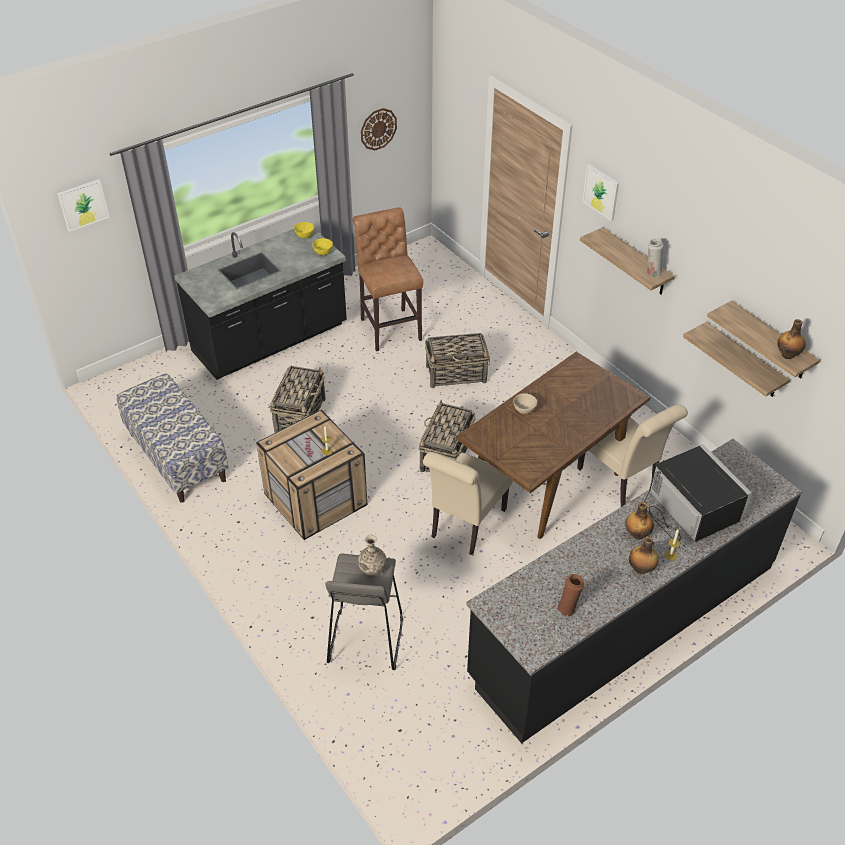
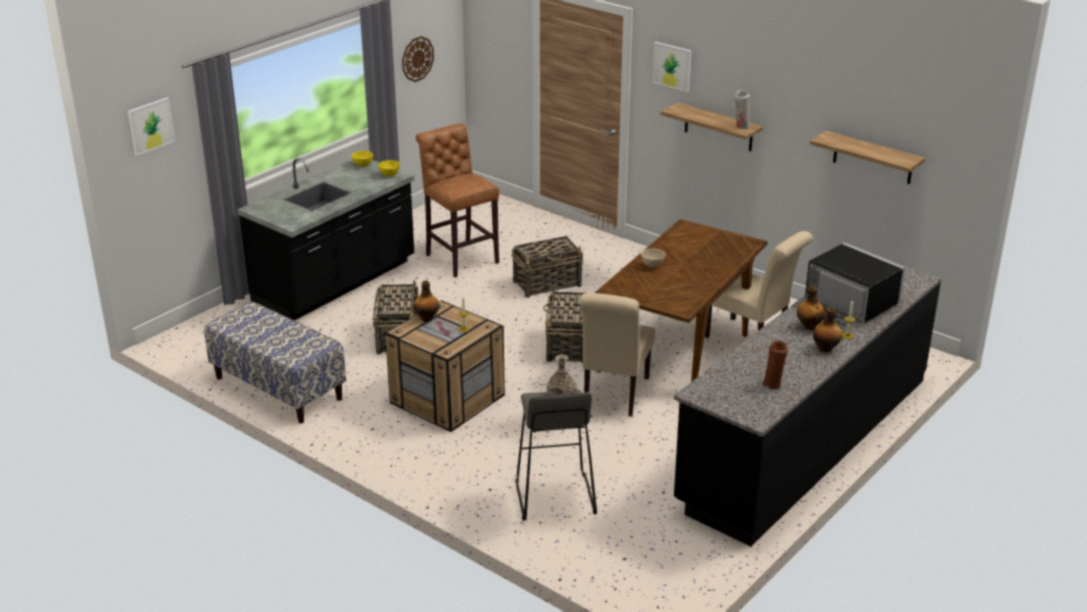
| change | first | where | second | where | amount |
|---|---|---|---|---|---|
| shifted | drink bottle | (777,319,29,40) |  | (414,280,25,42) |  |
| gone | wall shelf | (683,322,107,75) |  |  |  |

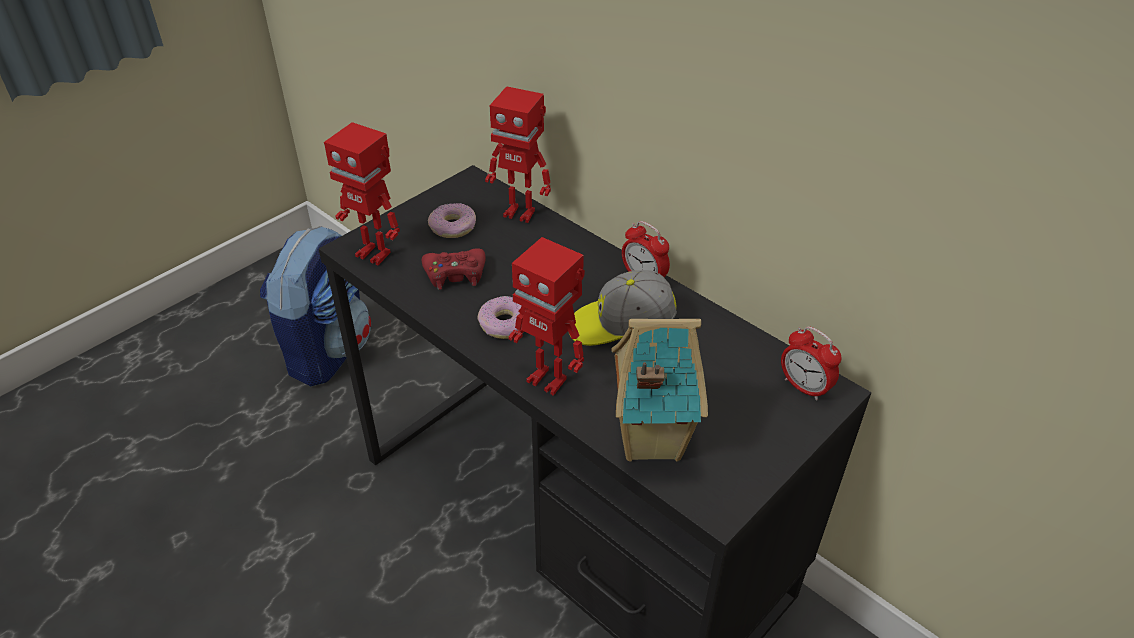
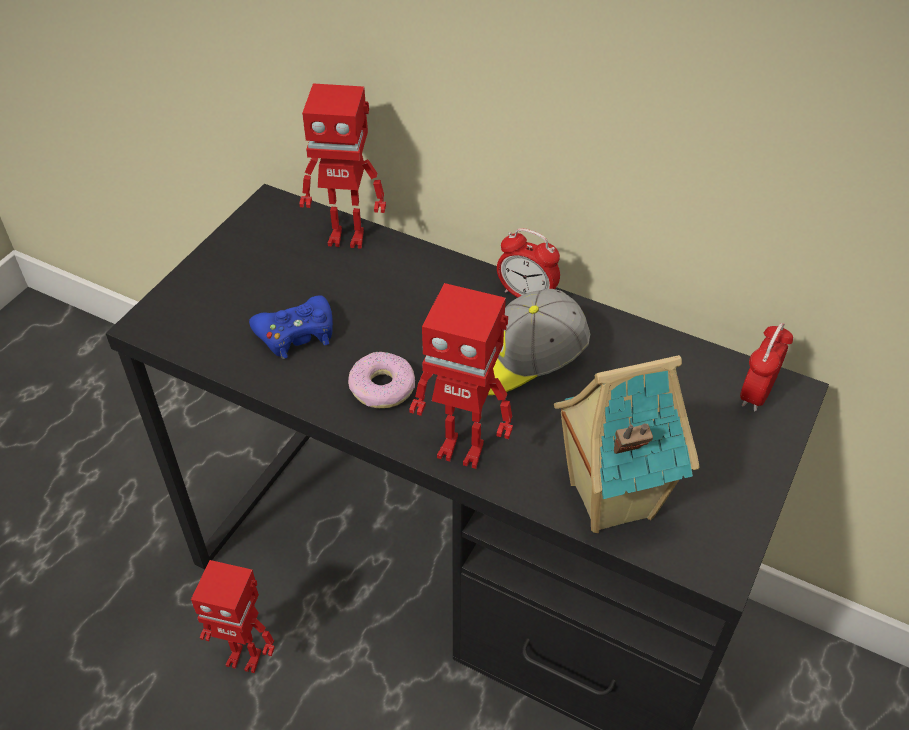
| change | first | where | second | where | amount |
|---|---|---|---|---|---|
| shifted | model robot | (324,122,76,143) |  | (191,560,84,113) |  |
| repainted | red-coloured game controller | (422,248,64,42) | blue game controller | (249,296,84,63) |  |
| rotated | table clock | (781,326,61,75) |  | (740,323,53,89) | 90 degrees clockwise |
| gone | rucksack | (260,226,111,160) |  |  |  |
| gone | ring doughnut | (428,203,48,35) |  |  |  |

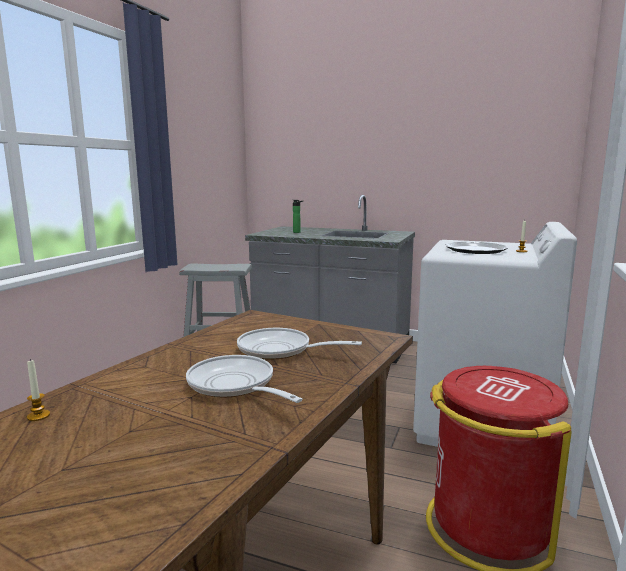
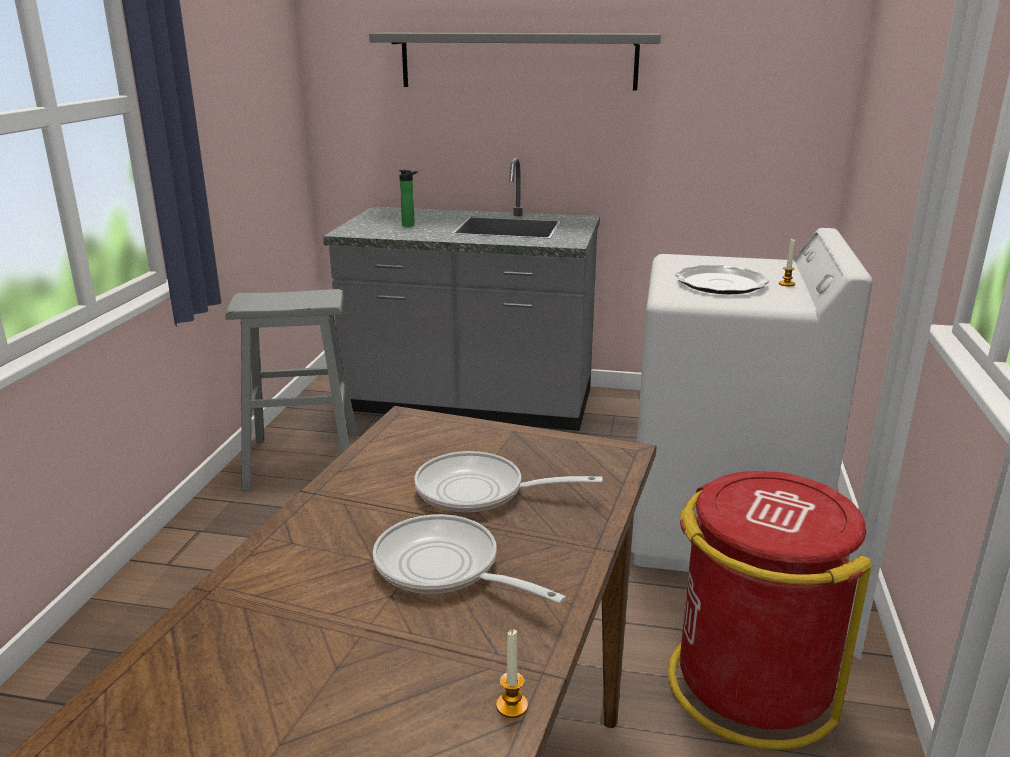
| change | first | where | second | where | amount |
|---|---|---|---|---|---|
| new |  |  | greyish wall shelf | (369,33,292,58) |  |
| shifted | wax light | (27,359,23,62) |  | (496,629,32,89) |  |

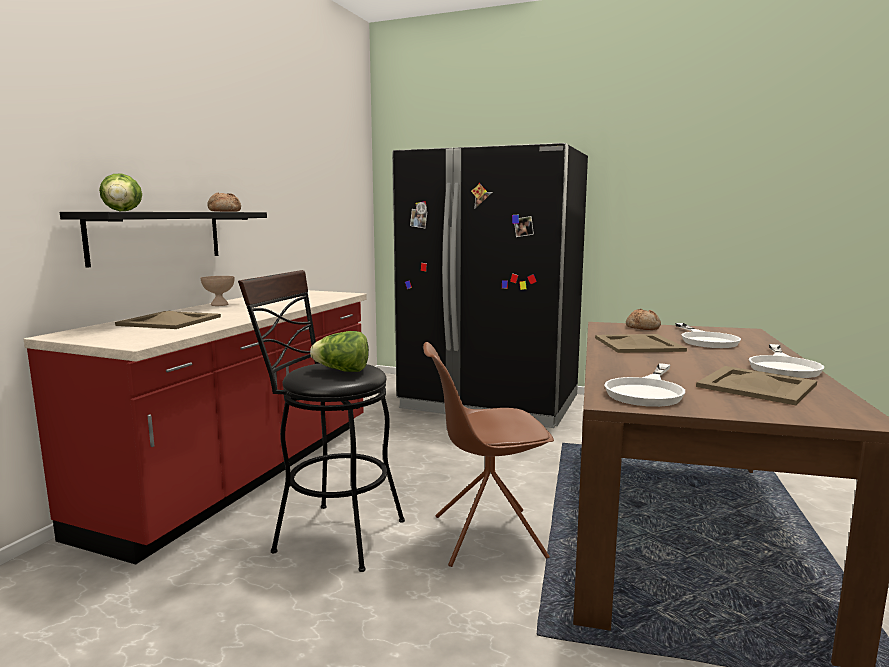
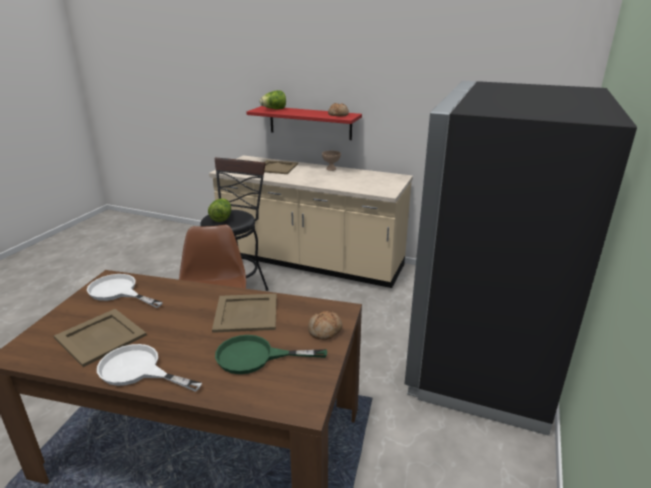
| change | first | where | second | where | amount |
|---|---|---|---|---|---|
| repainted | red-coloured kitchen base unit | (24,290,343,274) | beige kitchen base unit | (209,155,204,133) |  |
| repainted | white pan | (675,323,66,25) | greenish pan | (215,335,112,39) |  |
| repainted | blackish wall shelf | (60,212,207,56) | red-coloured wall shelf | (246,106,116,34) |  |

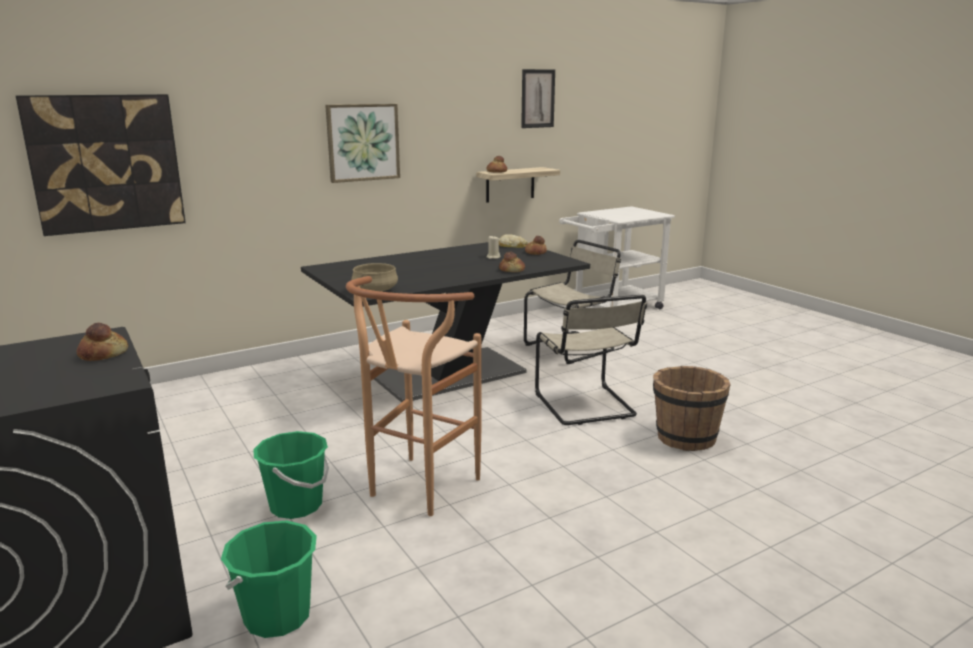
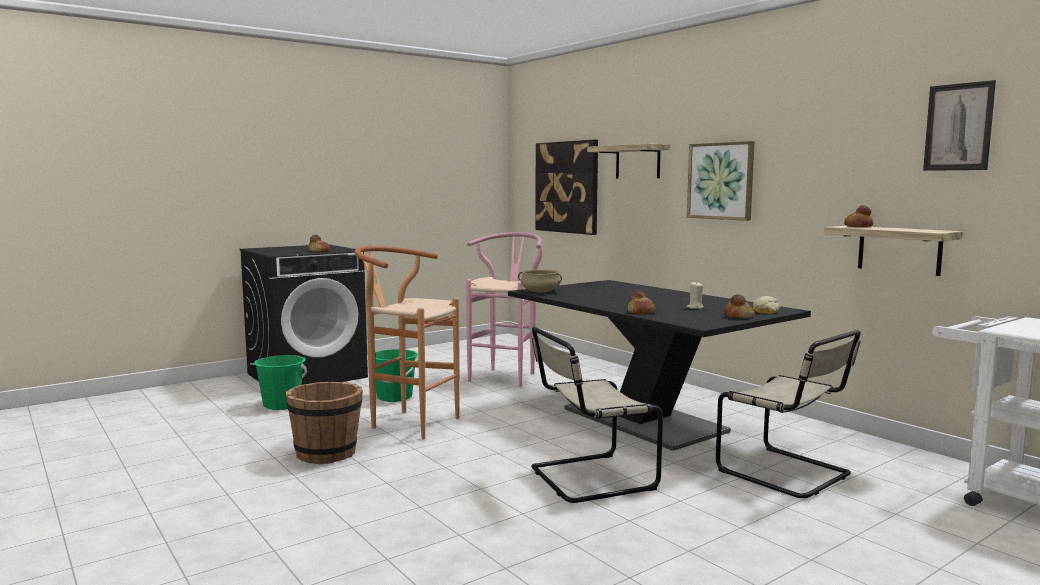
| change | first | where | second | where | amount |
|---|---|---|---|---|---|
| shifted | brownish bucket | (653,366,78,85) |  | (286,382,77,82) |  |
| new |  |  | pink-coloured stool | (466,232,76,155) |  |
| new |  |  | wall shelf | (587,143,83,35) |  |

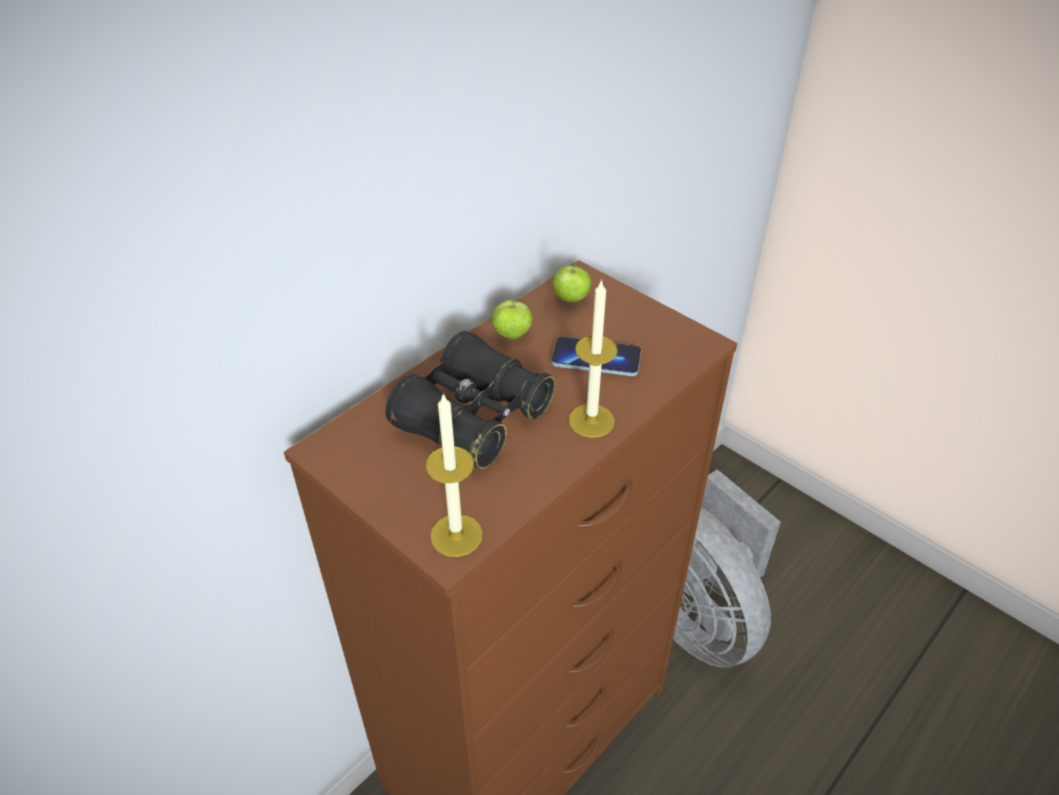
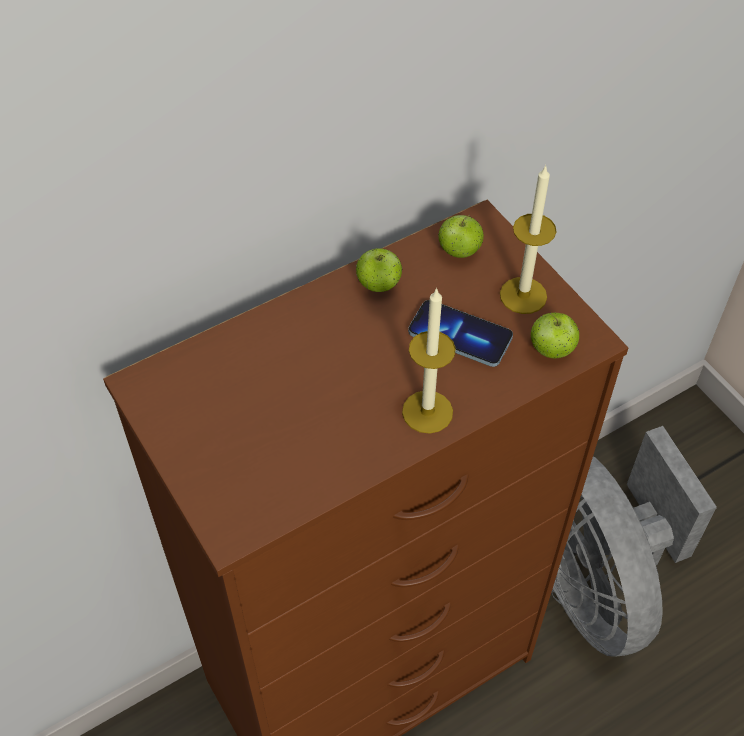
| change | first | where | second | where | amount |
|---|---|---|---|---|---|
| shifted | wax light | (425,393,58,164) |  | (500,165,57,149) |  |
| new |  |  | apple fruit | (531,312,48,46) |  |
| gone | blackish binoculars | (385,331,171,138) |  |  |  |

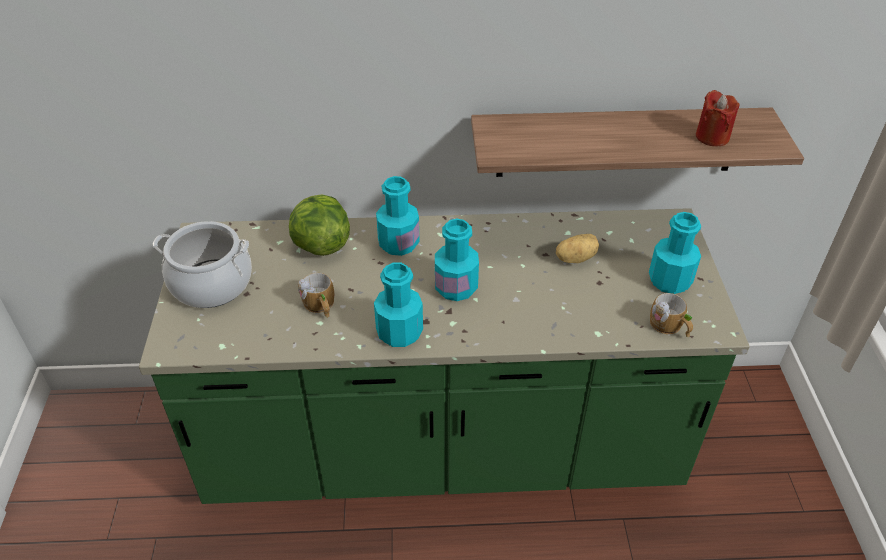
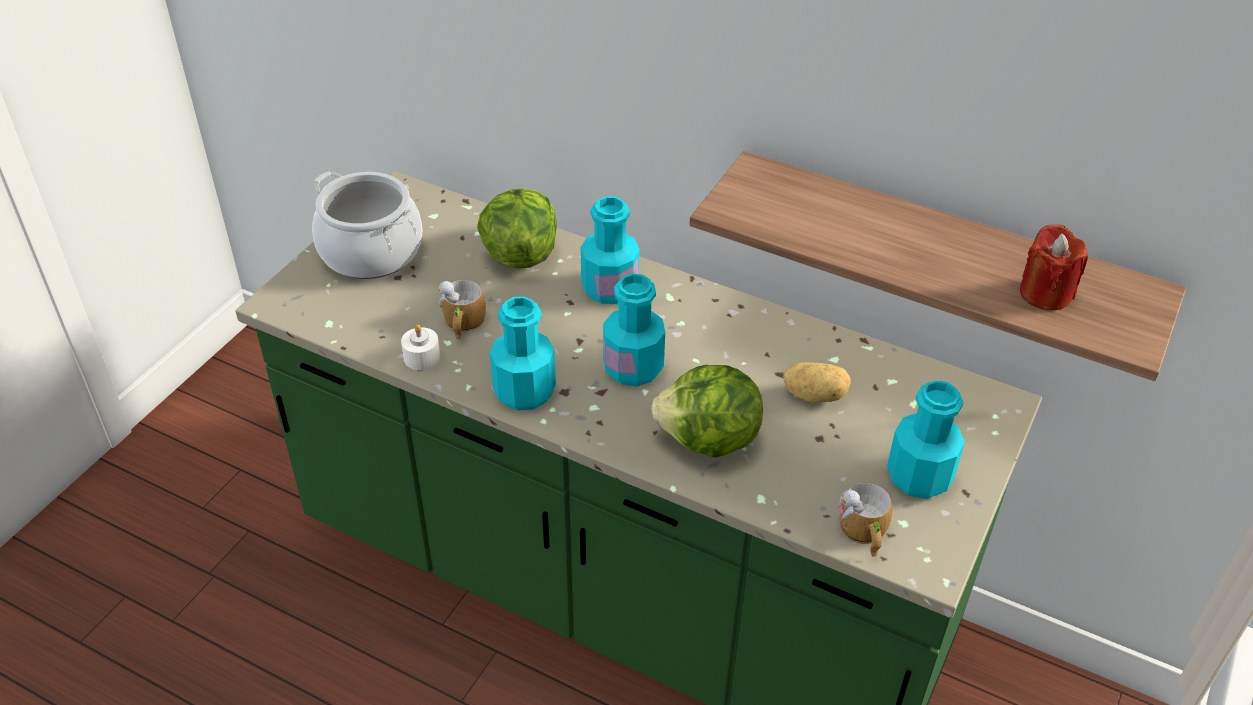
| change | first | where | second | where | amount |
|---|---|---|---|---|---|
| new |  |  | white wax light | (401,325,39,45) |  |
| new |  |  | lettuce head | (651,365,112,93) |  |

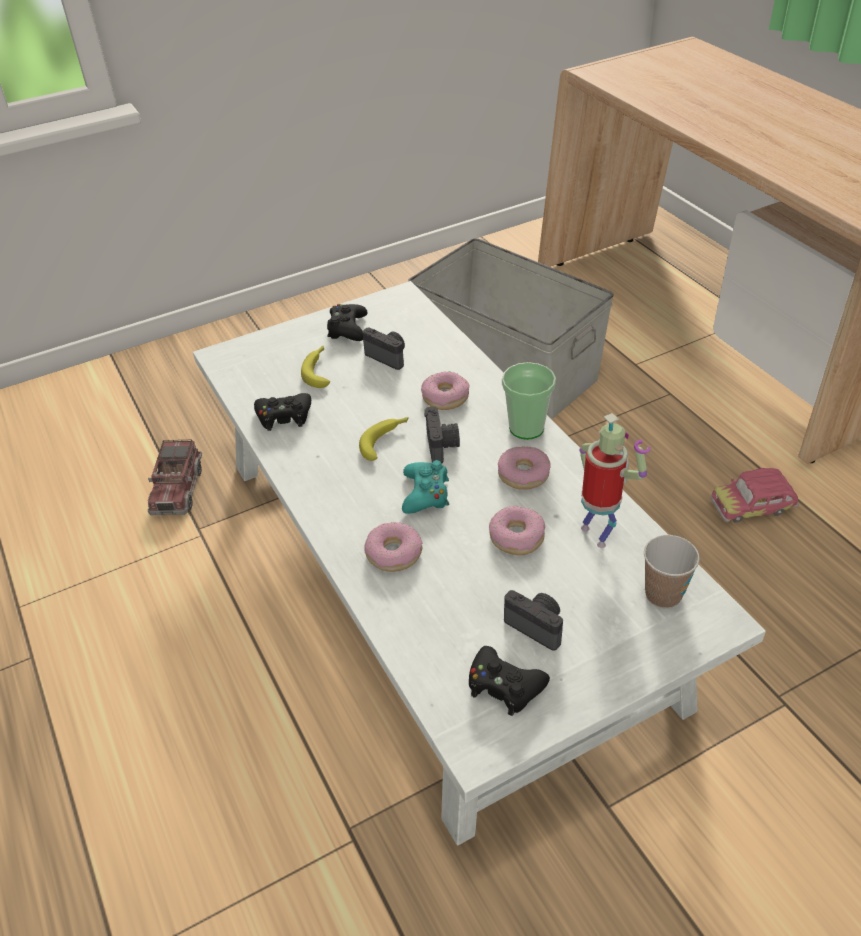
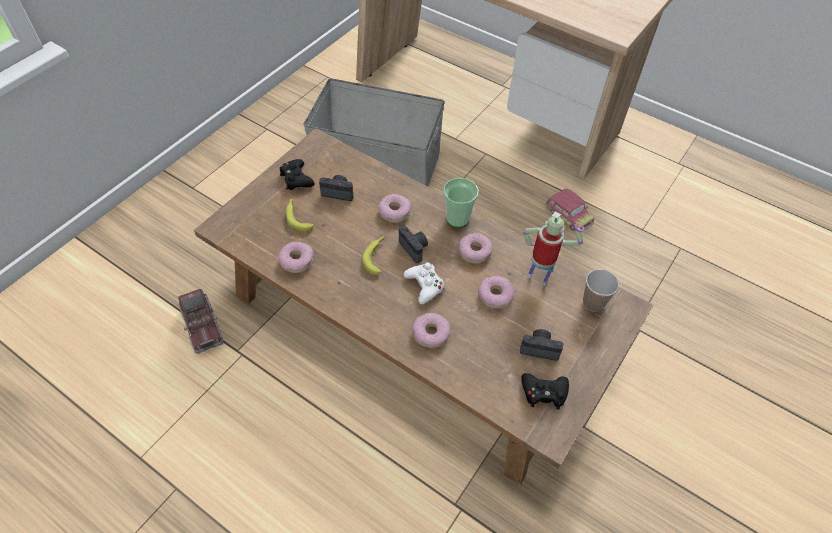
| change | first | where | second | where | amount |
|---|---|---|---|---|---|
| repainted | white coffee table | (193,281,573,565) | brownish coffee table | (194,128,459,357) |  |
| swapped | blackish game controller | (254,393,57,38) | ring doughnut | (278,241,36,32) |  |
| repainted | turquoise game controller | (402,460,47,54) | white game controller | (404,263,40,41) |  |
| rotated | toy car | (711,468,88,55) |  | (545,189,49,42) | 90 degrees counterclockwise |

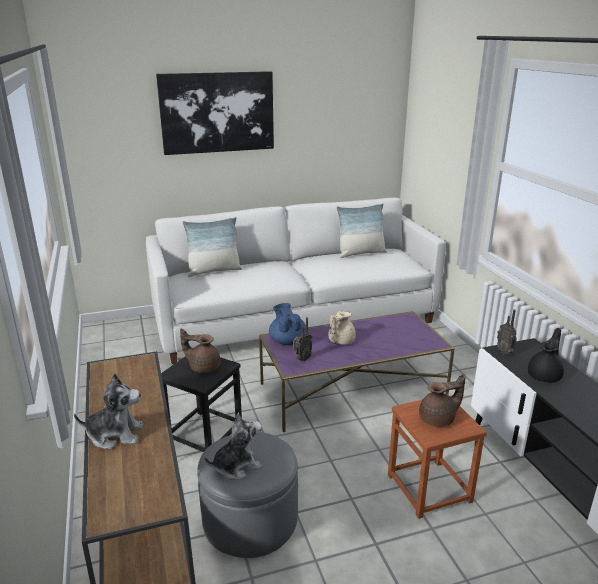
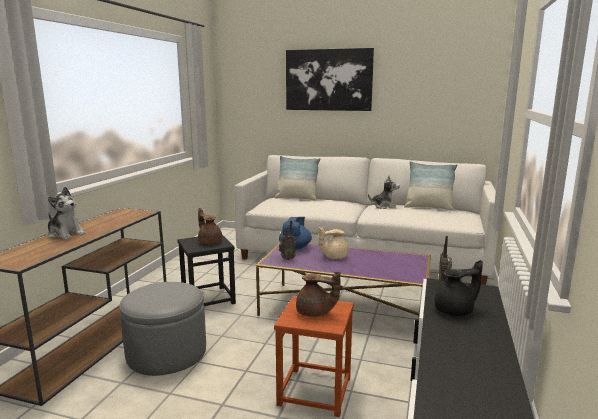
| change | first | where | second | where | amount |
|---|---|---|---|---|---|
| shifted | plush toy | (204,412,58,68) |  | (368,176,32,33) |  |

